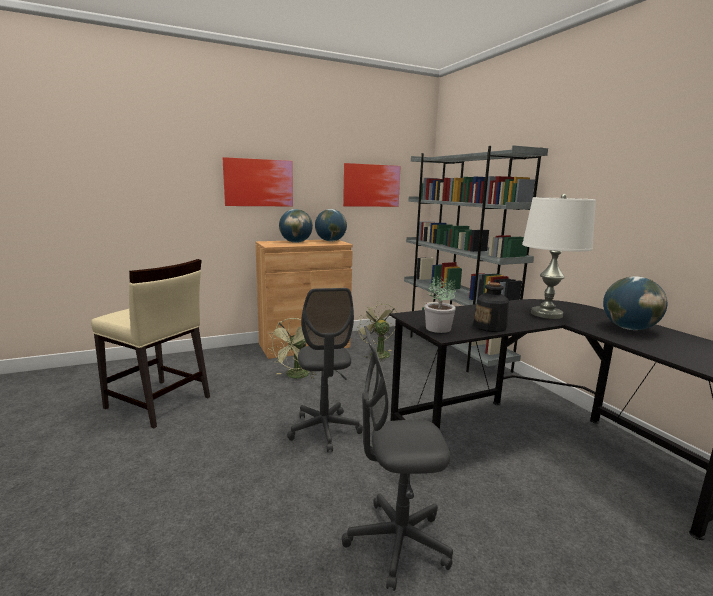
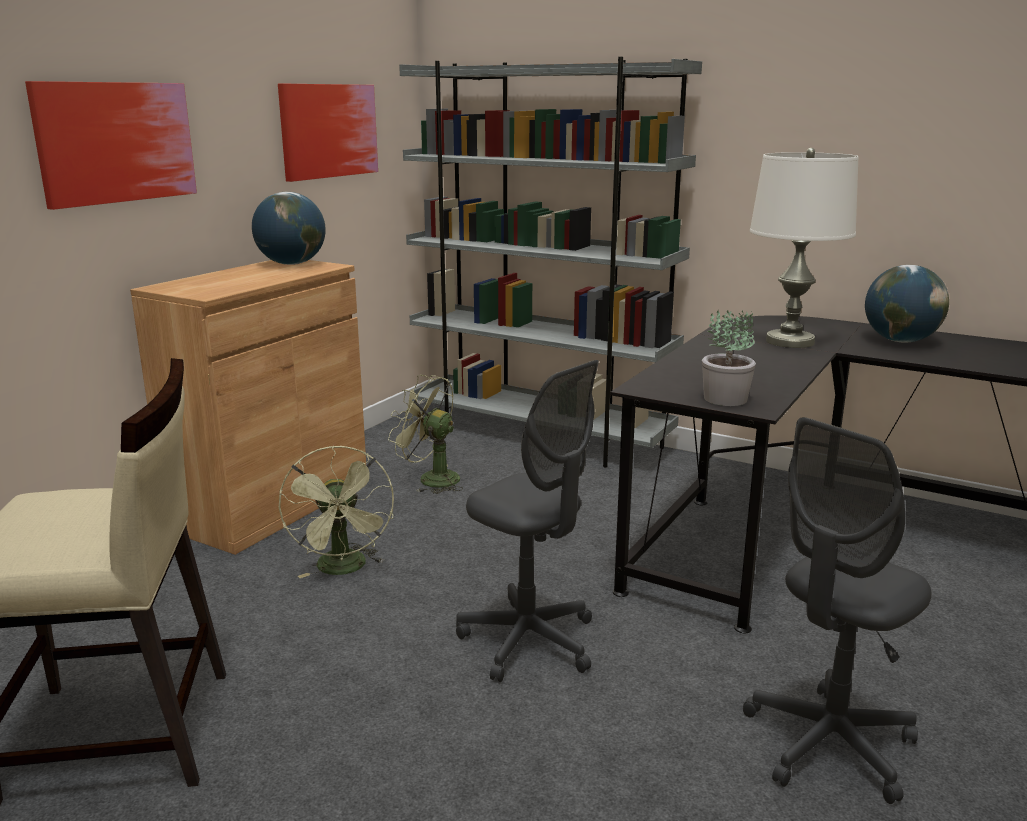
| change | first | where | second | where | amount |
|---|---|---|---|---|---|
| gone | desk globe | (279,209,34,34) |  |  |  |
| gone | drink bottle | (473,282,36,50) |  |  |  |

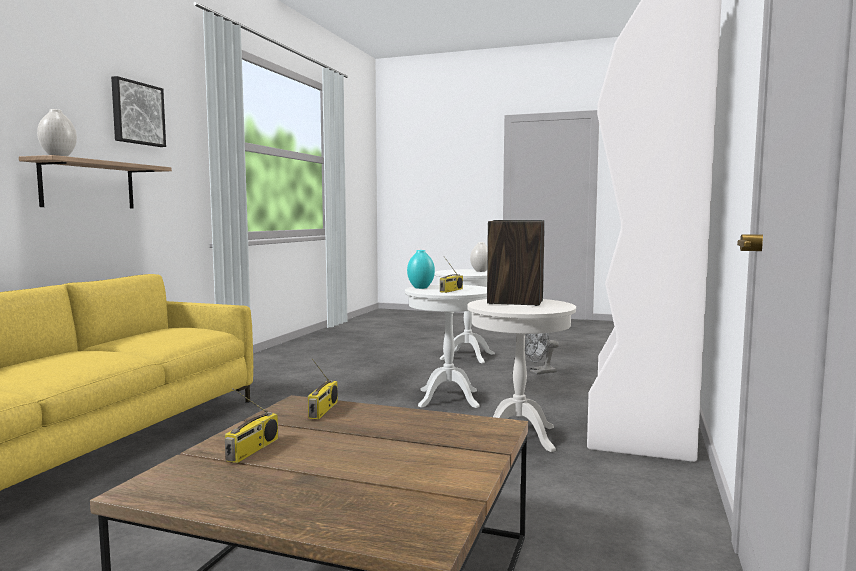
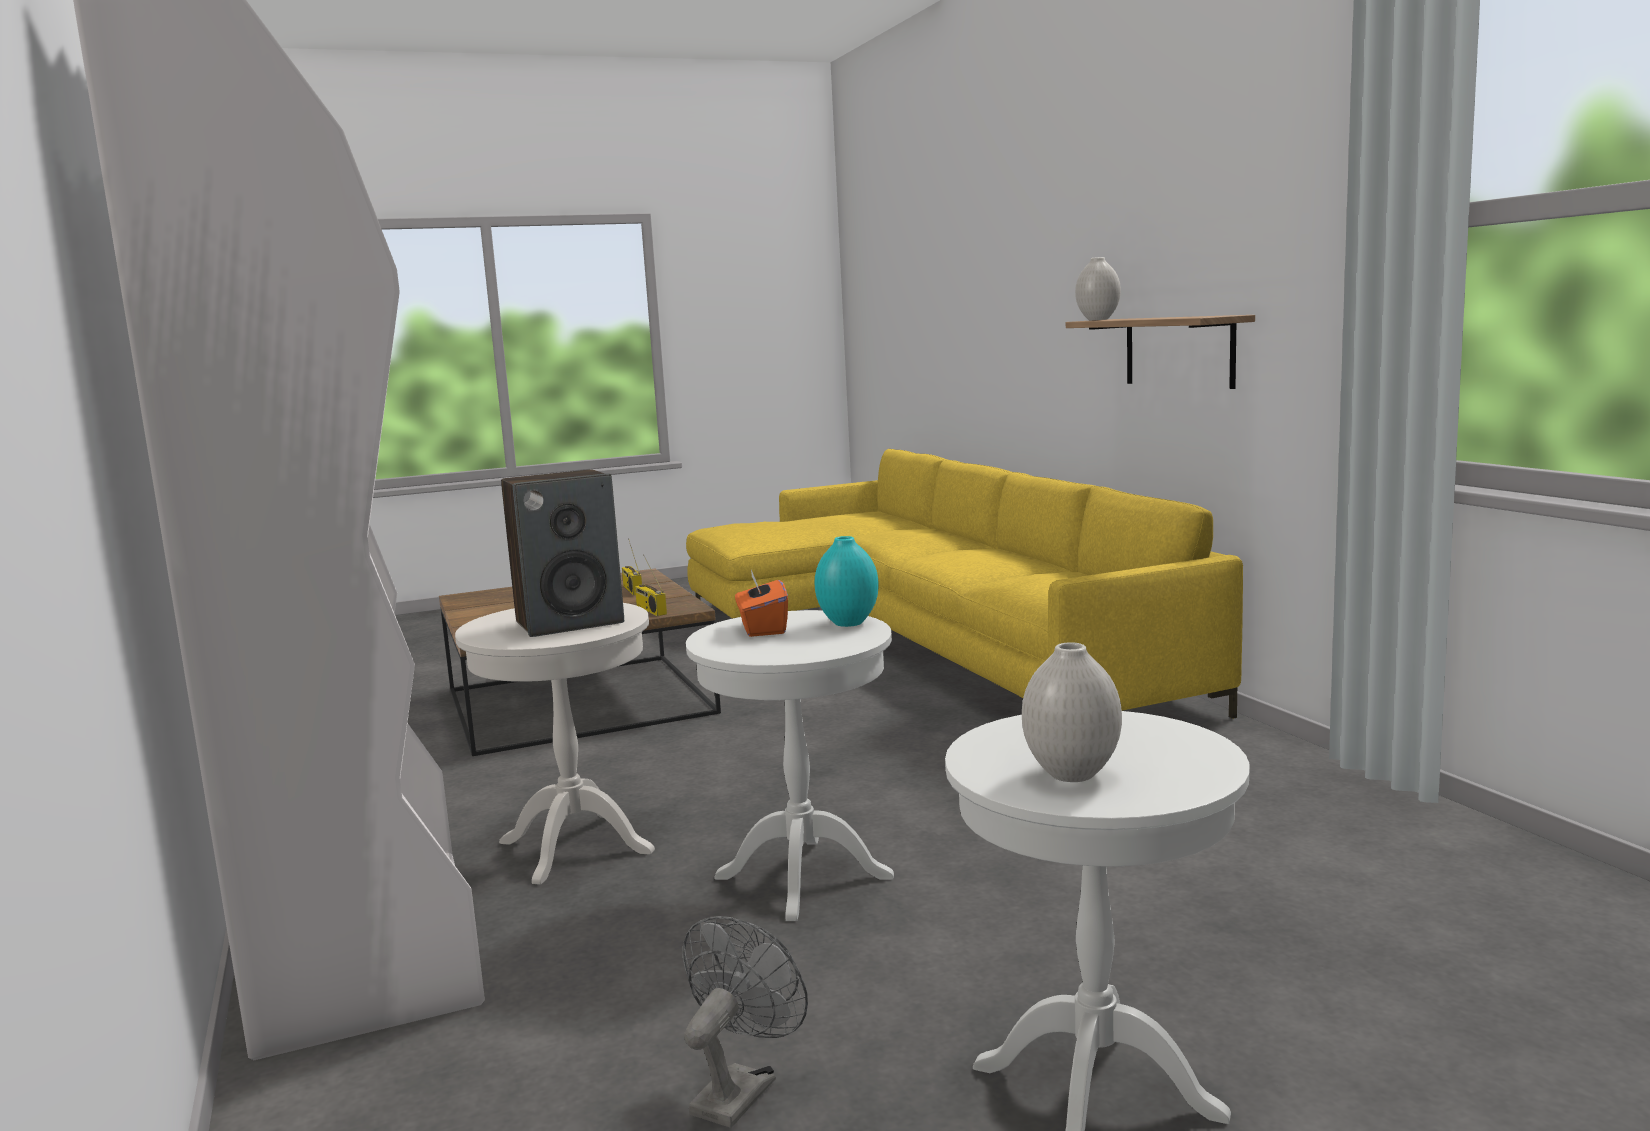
| change | first | where | second | where | amount |
|---|---|---|---|---|---|
| swapped | radio receiver | (440,257,23,36) | orange box of tissues | (735,570,53,67) |  |
| gone | wall picture | (111,76,55,71) |  |  |  |

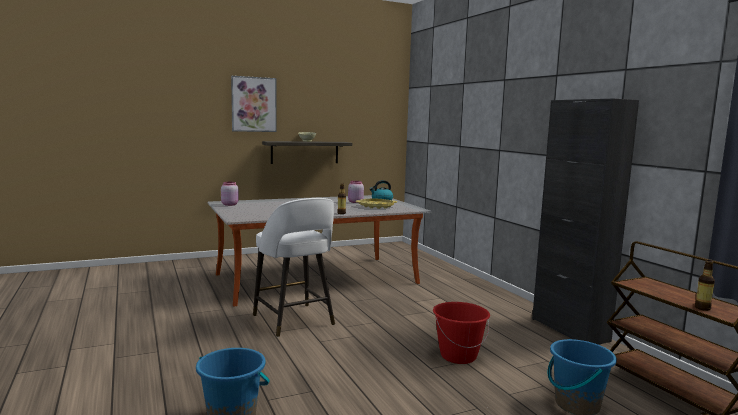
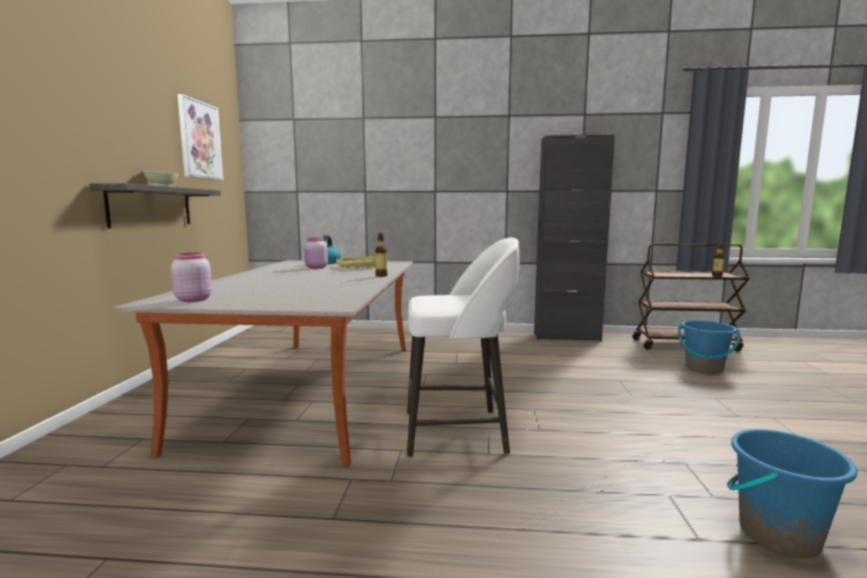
| change | first | where | second | where | amount |
|---|---|---|---|---|---|
| shifted | wall picture | (231,76,46,56) |  | (177,94,46,87) |  |
| gone | red-coloured bucket | (433,302,57,62) |  |  |  |

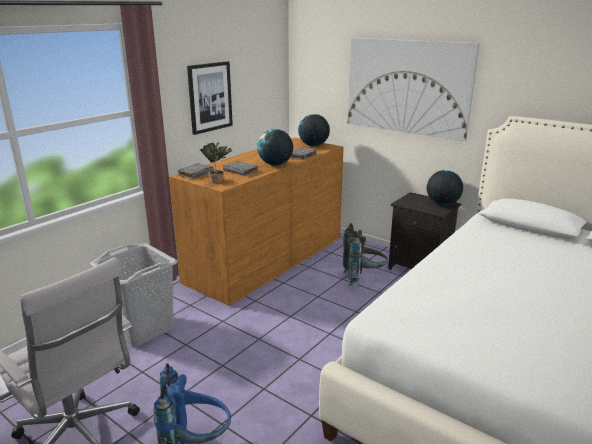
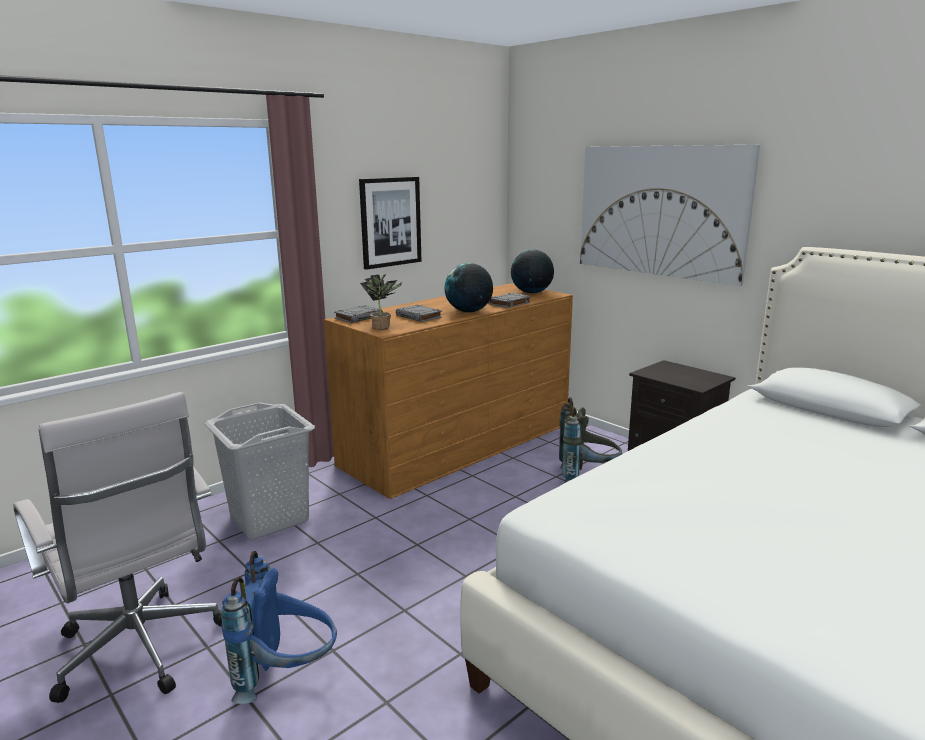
| change | first | where | second | where | amount |
|---|---|---|---|---|---|
| gone | desk globe | (427,170,36,36) |  |  |  |

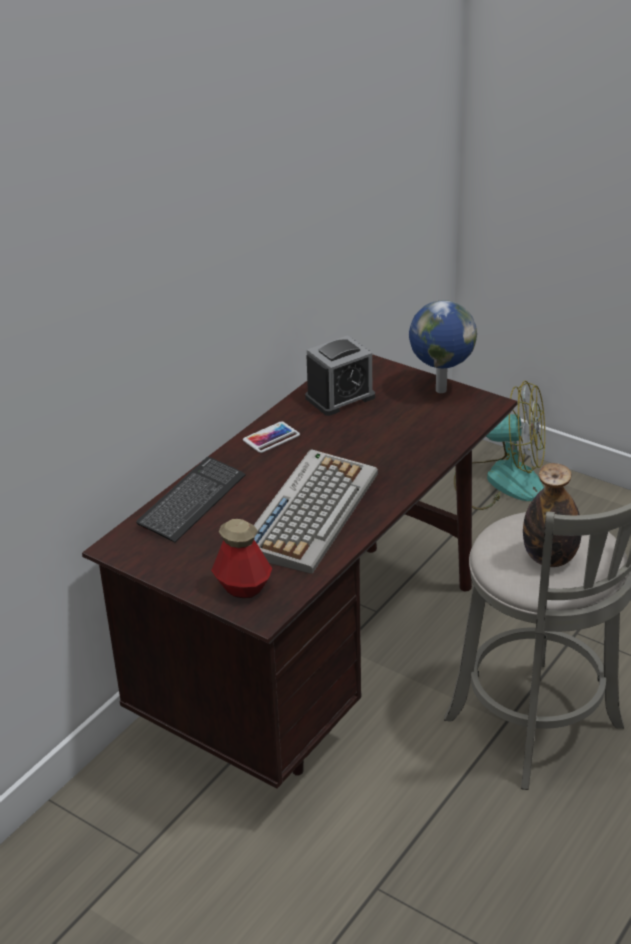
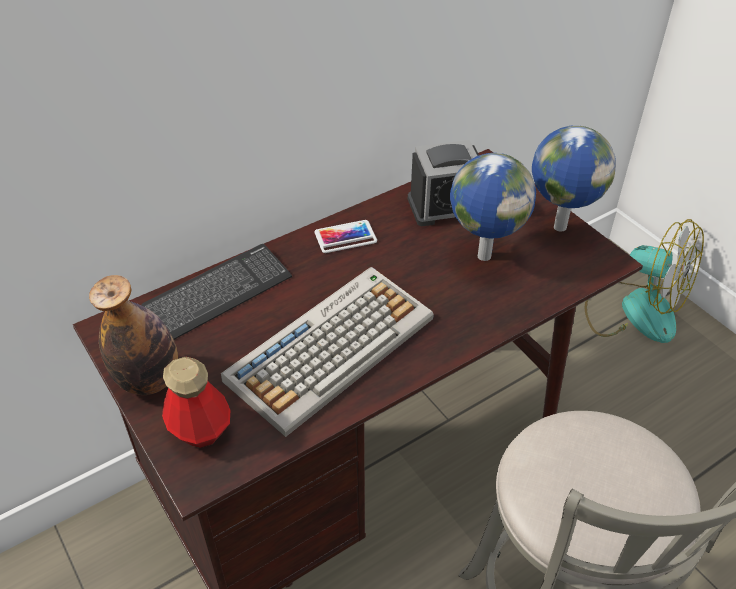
| change | first | where | second | where | amount |
|---|---|---|---|---|---|
| shifted | drink bottle | (523,463,58,104) |  | (89,275,89,120) |  |
| new |  |  | desk globe | (450,153,86,108) |  |

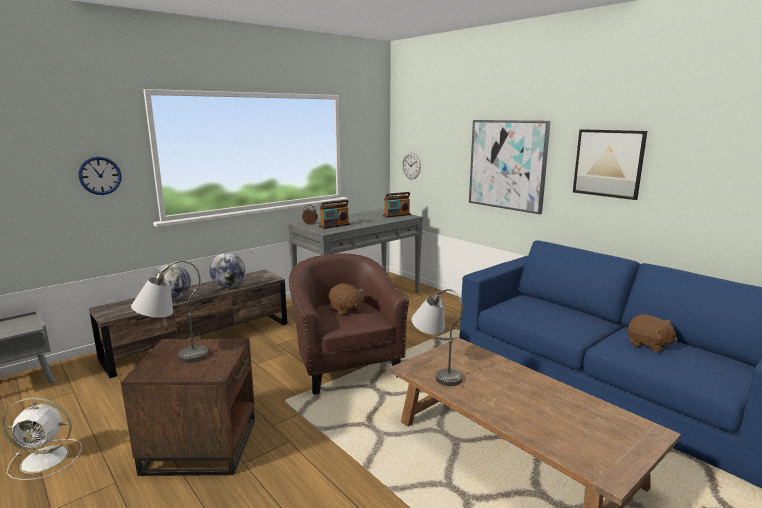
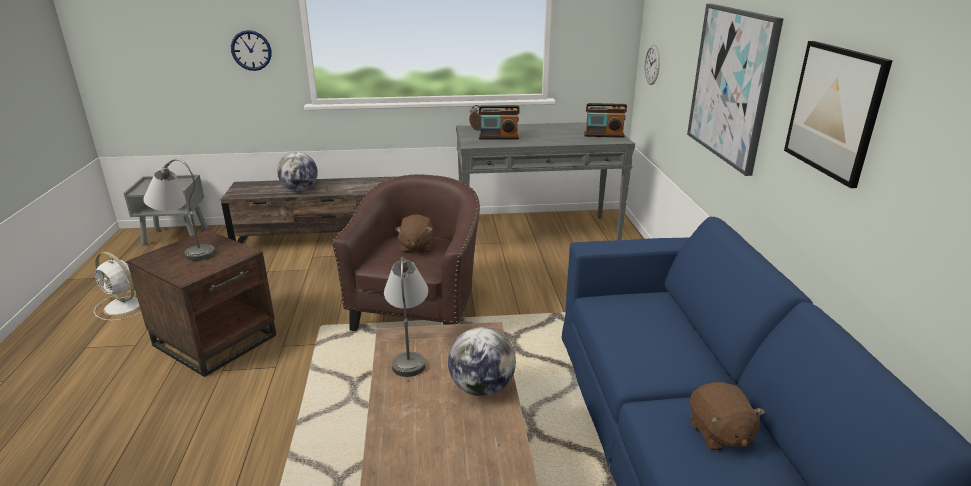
| change | first | where | second | where | amount |
|---|---|---|---|---|---|
| shifted | desk globe | (209,253,36,34) |  | (448,327,68,69) |  |

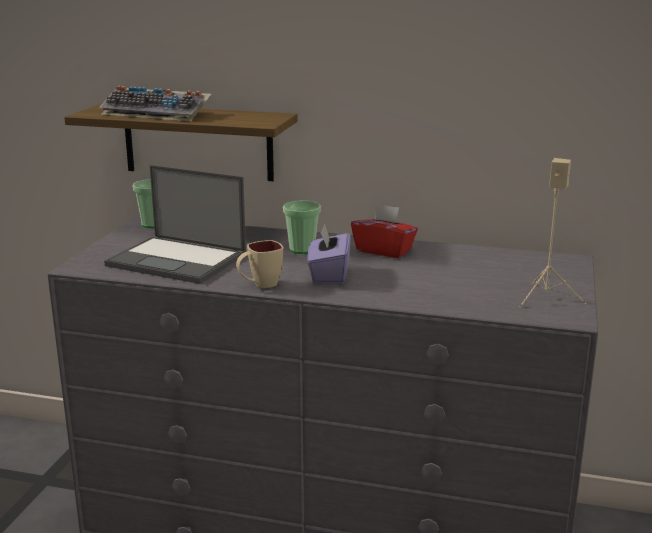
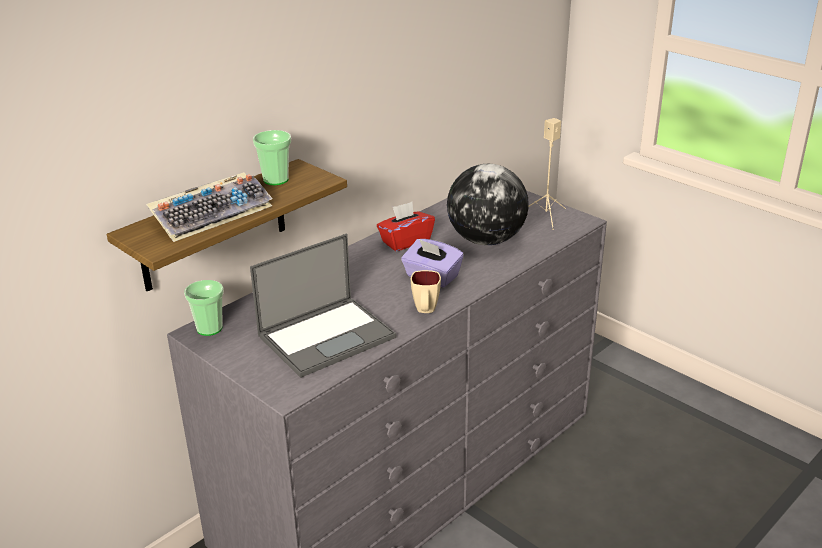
| change | first | where | second | where | amount |
|---|---|---|---|---|---|
| shifted | small cup | (283,200,38,54) |  | (253,130,38,55) |  |
| new |  |  | desk globe | (447,164,82,81) |  |

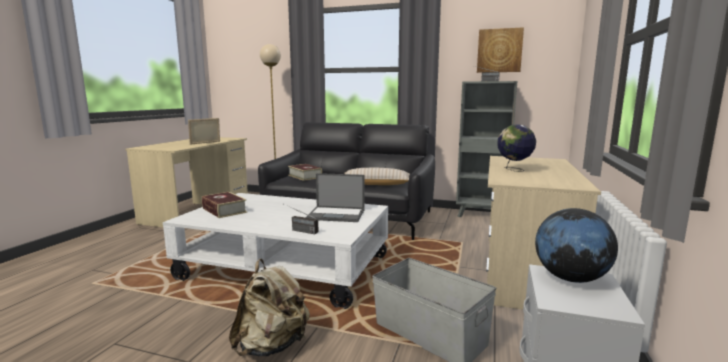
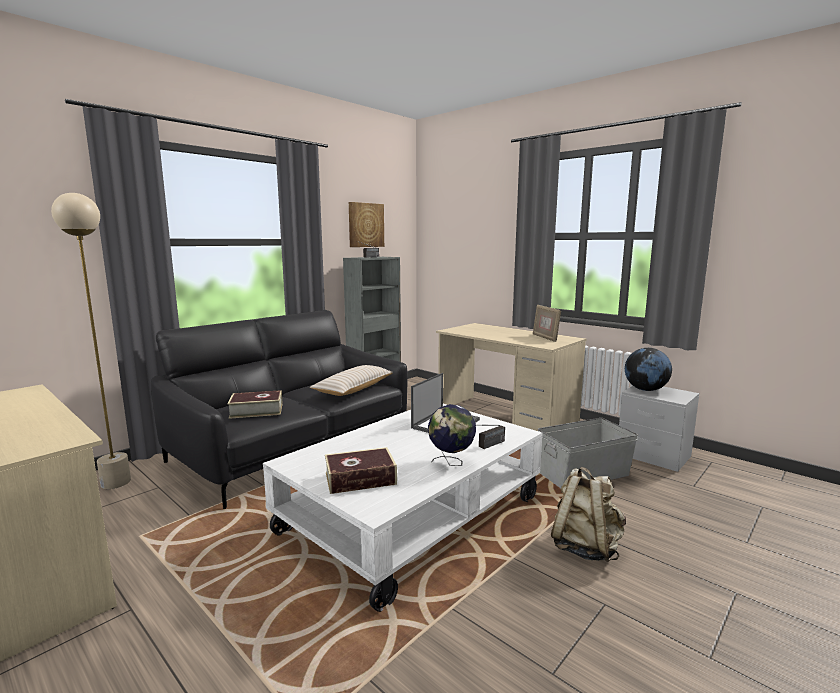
| change | first | where | second | where | amount |
|---|---|---|---|---|---|
| shifted | desk globe | (497,125,39,47) |  | (428,404,48,62) |  |
| shifted | picture frame | (188,118,32,27) |  | (533,305,28,37) |  |

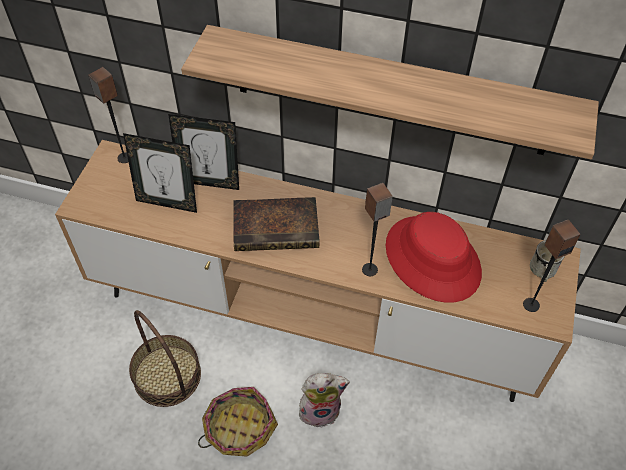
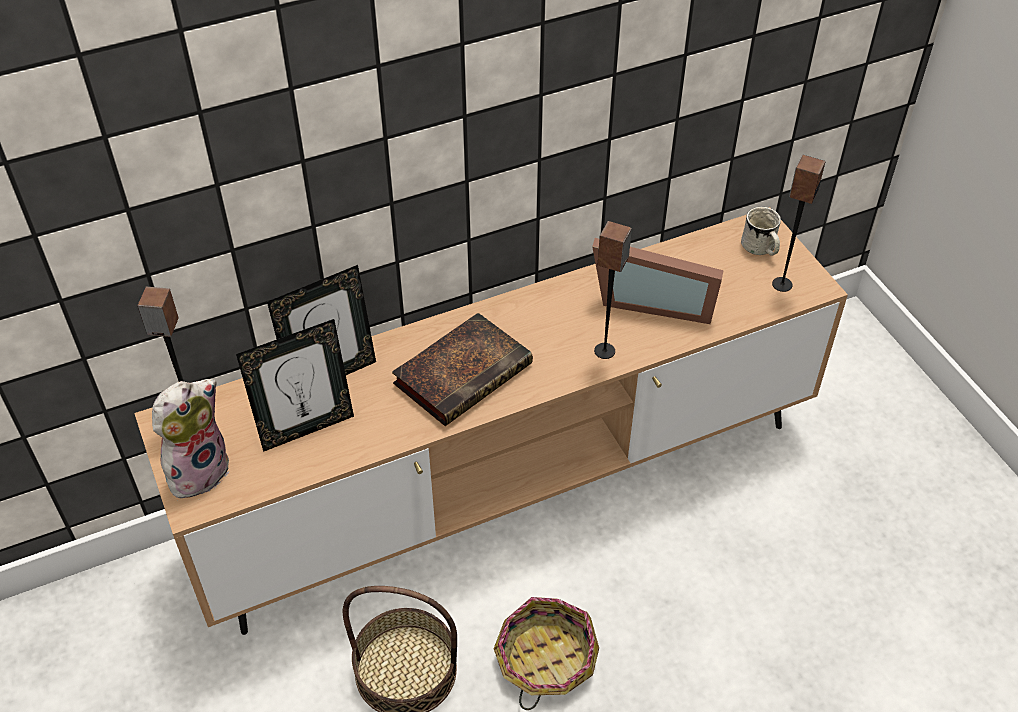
| change | first | where | second | where | amount |
|---|---|---|---|---|---|
| shifted | plush toy | (299,373,51,55) |  | (152,379,78,120) |  |
| swapped | red-coloured wearable hat | (386,212,96,91) | picture frame | (592,238,132,86) |  |
| gone | wall shelf | (181,25,418,134) |  |  |  |

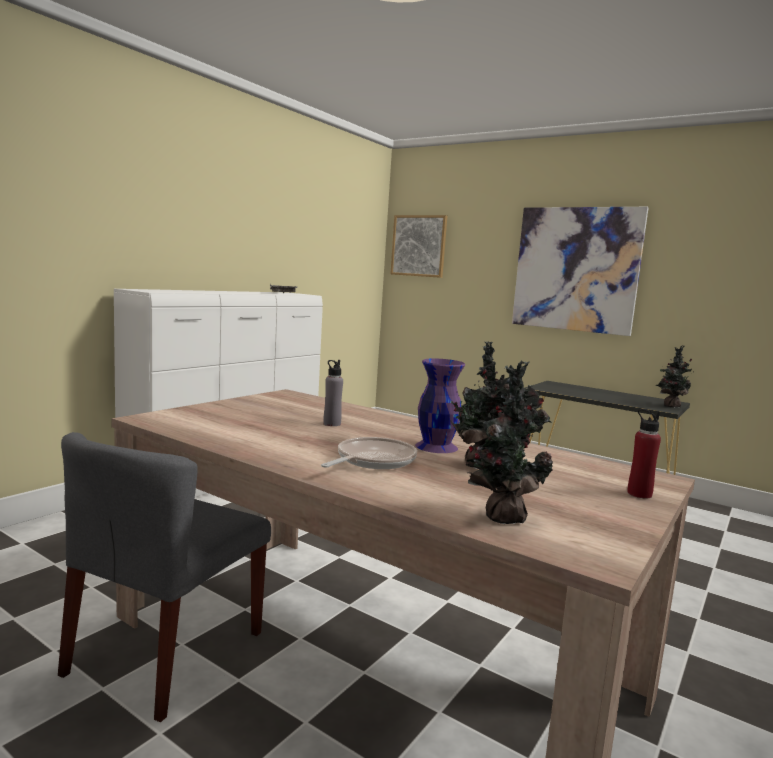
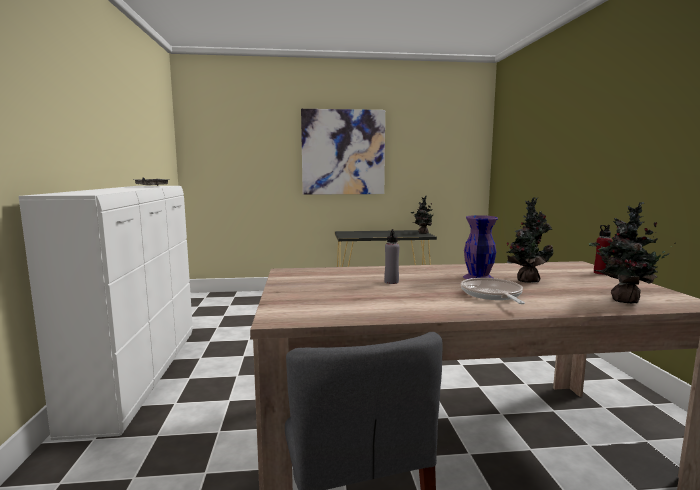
| change | first | where | second | where | amount |
|---|---|---|---|---|---|
| gone | wall picture | (391,215,56,63) |  |  |  |

